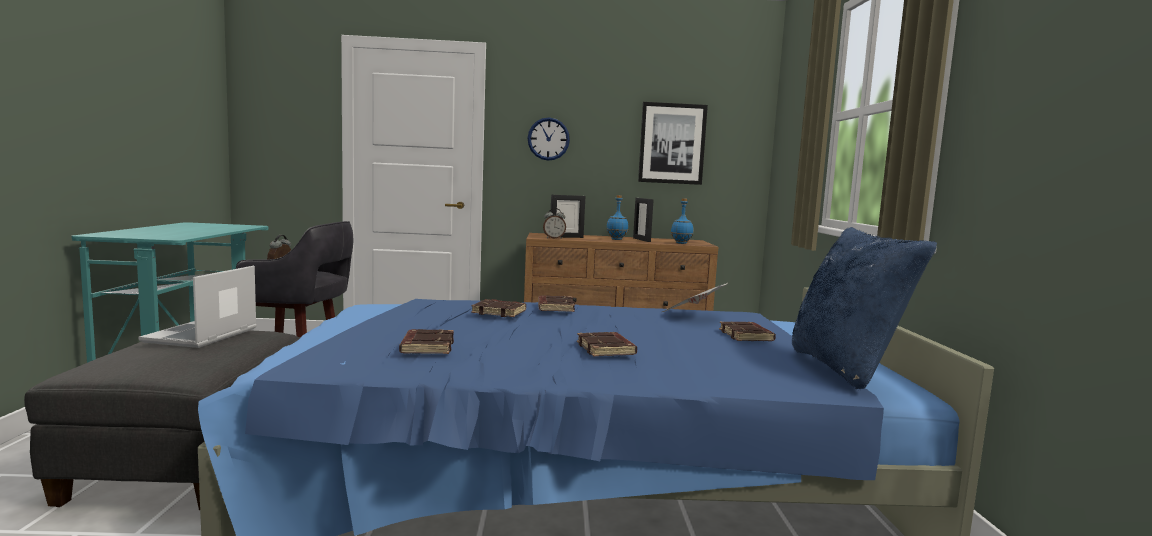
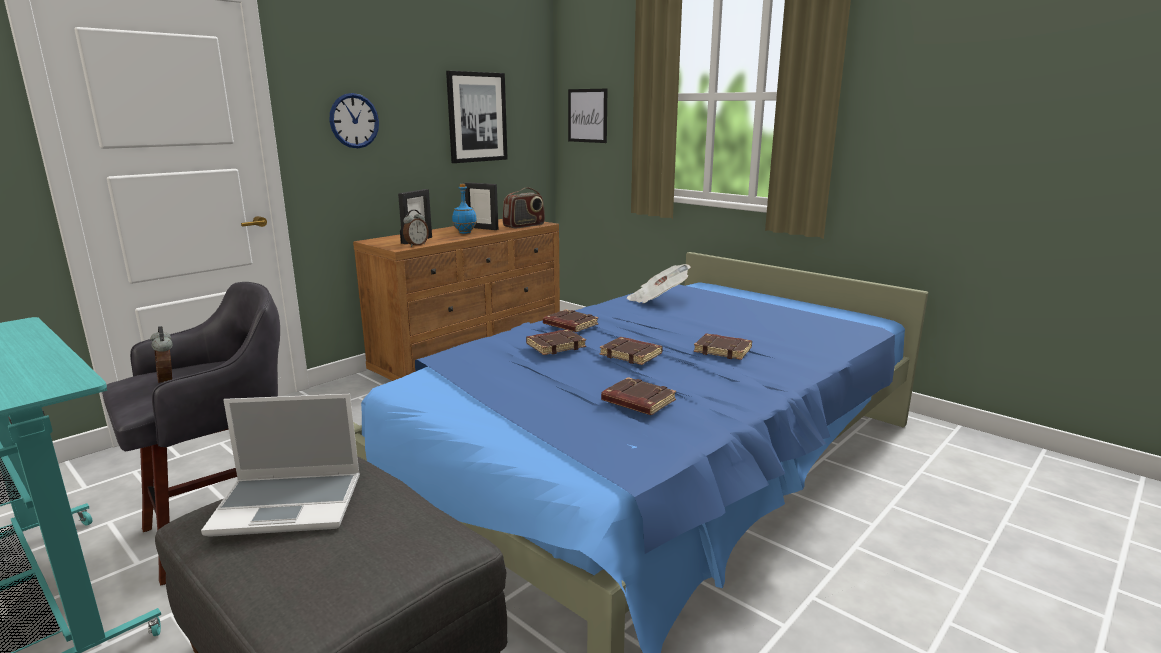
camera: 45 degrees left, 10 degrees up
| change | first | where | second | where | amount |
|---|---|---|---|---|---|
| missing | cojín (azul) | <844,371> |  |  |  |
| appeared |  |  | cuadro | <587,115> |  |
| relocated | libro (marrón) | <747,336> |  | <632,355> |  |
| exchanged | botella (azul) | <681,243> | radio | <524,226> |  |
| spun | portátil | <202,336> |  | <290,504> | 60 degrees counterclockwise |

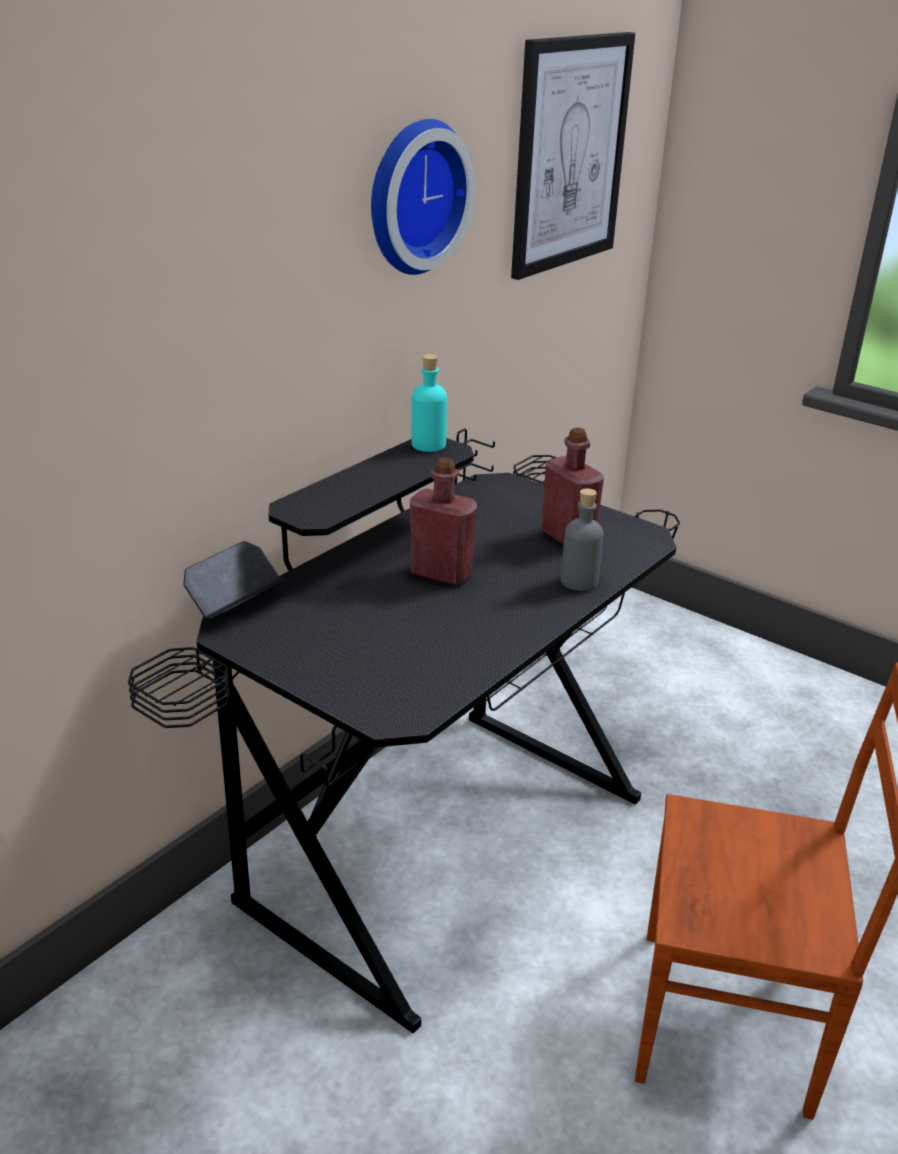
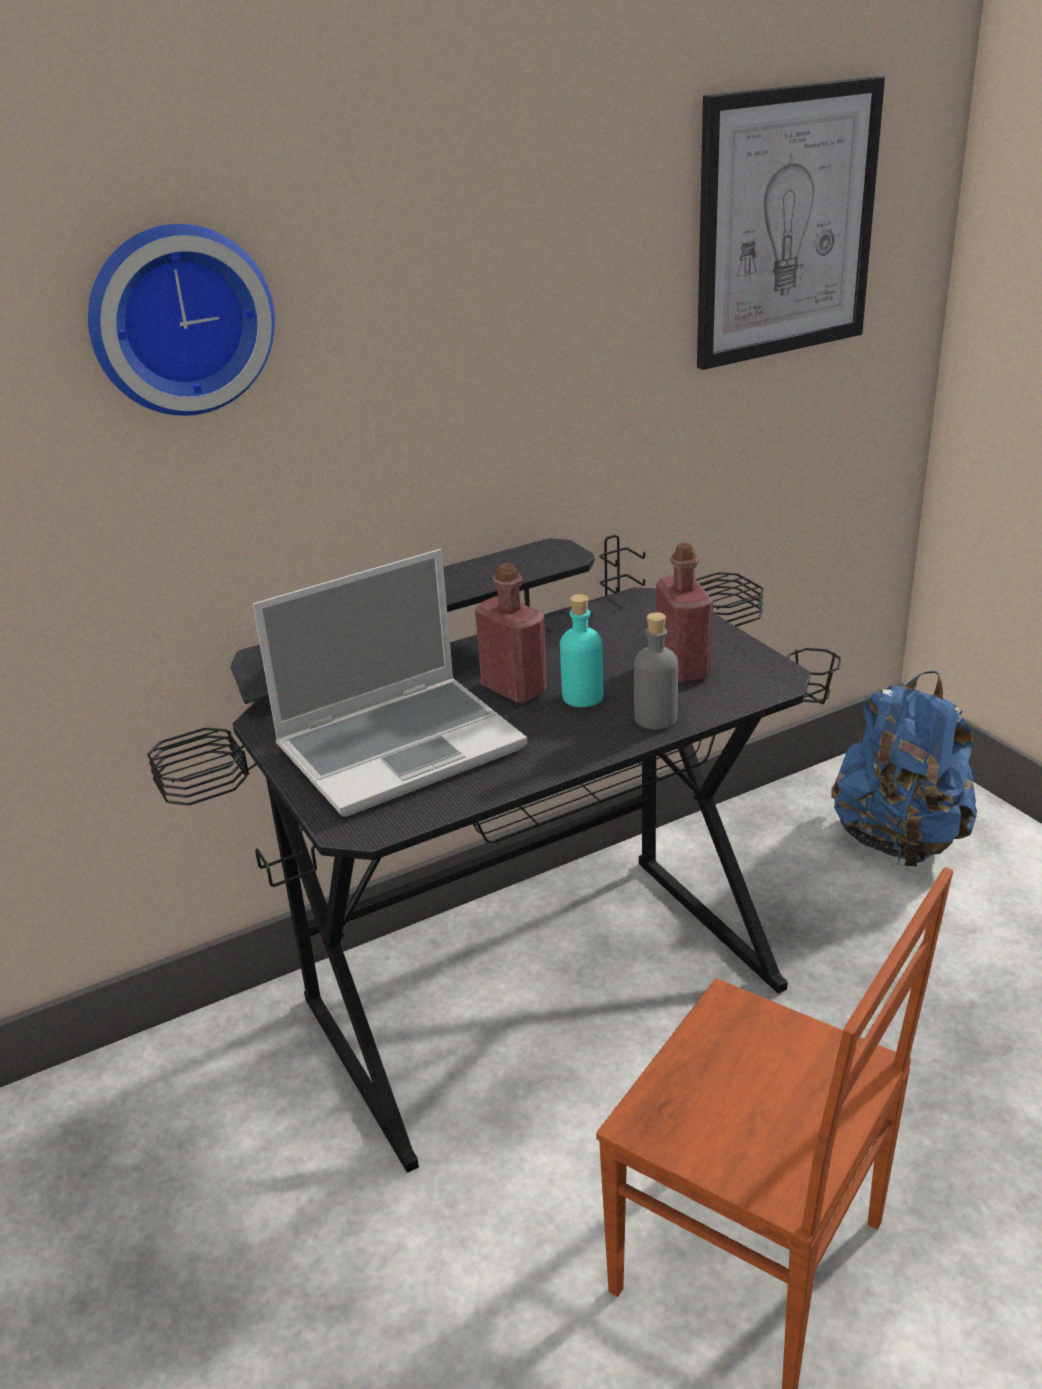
camera: 25 degrees right, 0 degrees up
| change | first | where | second | where | amount |
|---|---|---|---|---|---|
| appeared |  |  | portátil | <401,746> |  |
| appeared |  |  | mochila (azul) | <899,841> |  |
| relocated | reloj de pared | <412,196> |  | <179,319> |  |
| relocated | botella (turquesa) | <428,445> |  | <582,697> |  |

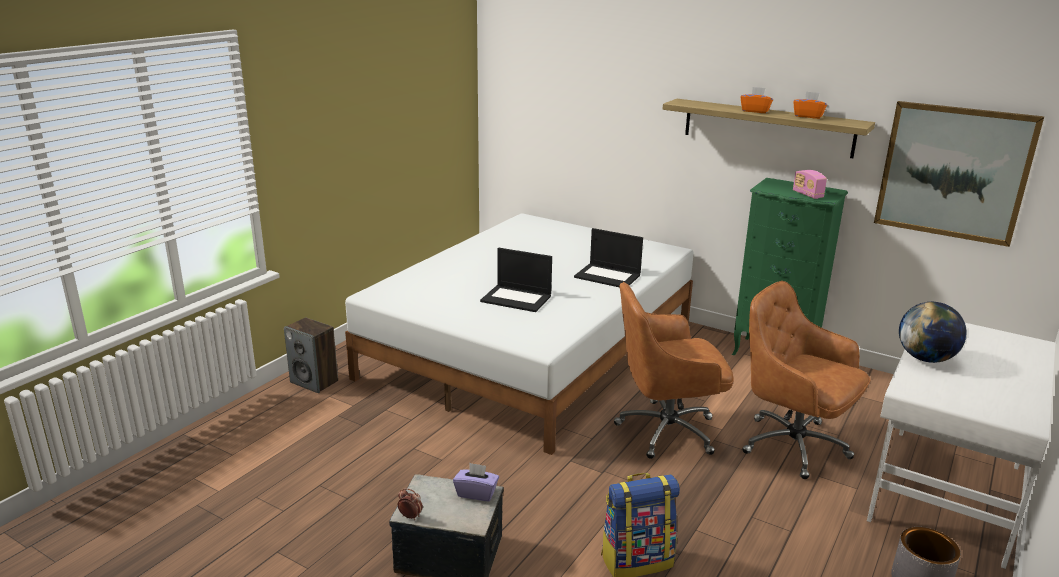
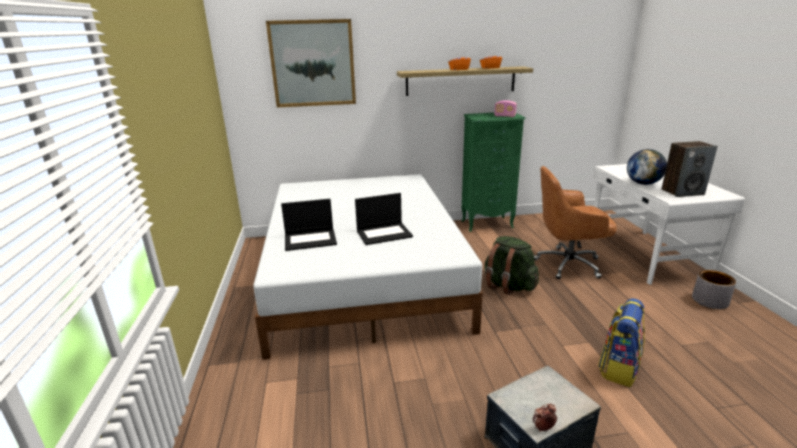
camera: 40 degrees left, 0 degrees up
| change | first | where | second | where | amount |
|---|---|---|---|---|---|
| missing | caja de pañuelos (morado) | <476,493> |  |  |  |
| relocated | altavoz | <314,382> |  | <682,192> |  |
| relocated | portátil | <608,276> |  | <311,240> |  |
| relocated | cuadro | <953,172> |  | <313,63> |  |
| exchanged | silla de oficina (marrón) | <666,430> | mochila (verde) | <508,286> |  |

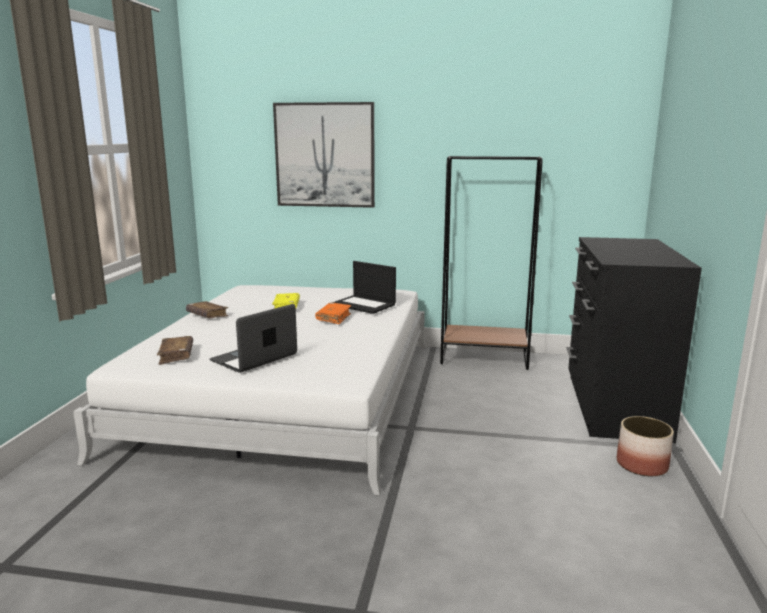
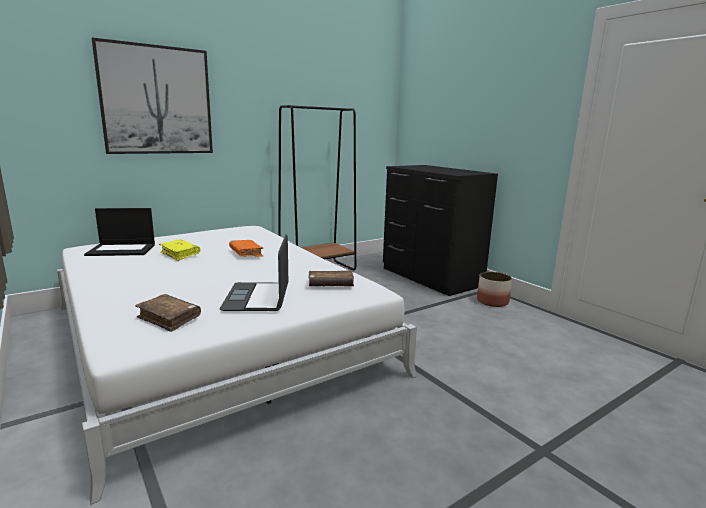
camera: 45 degrees left, 0 degrees up
| change | first | where | second | where | amount |
|---|---|---|---|---|---|
| relocated | libro (marrón) | <207,315> |  | <330,285> |  |
| relocated | portátil | <364,304> |  | <122,250> |  |

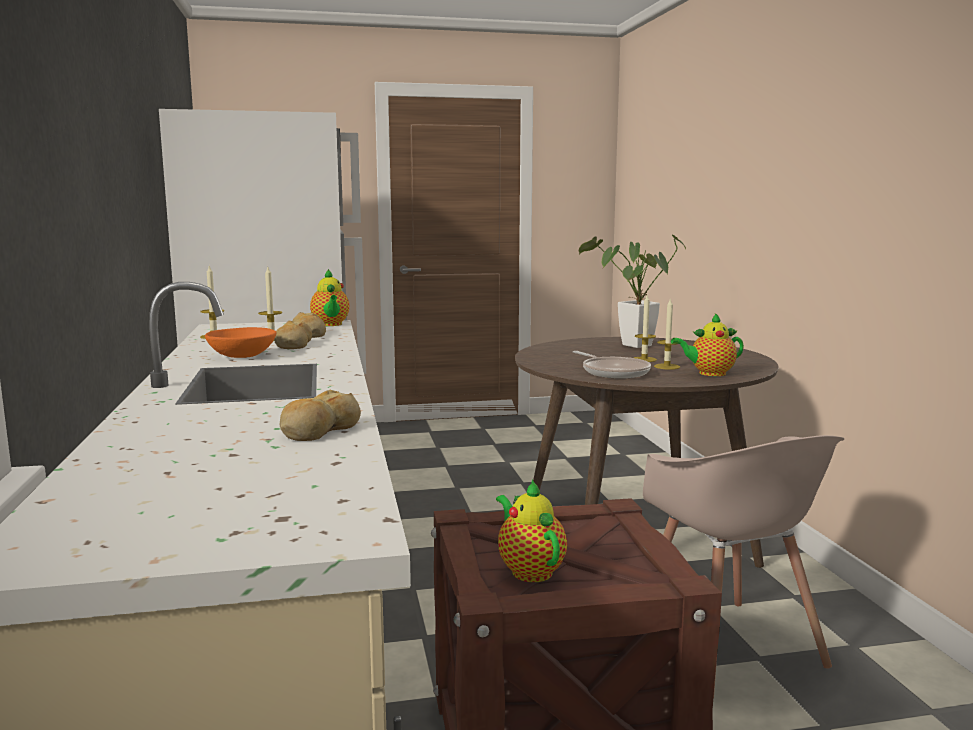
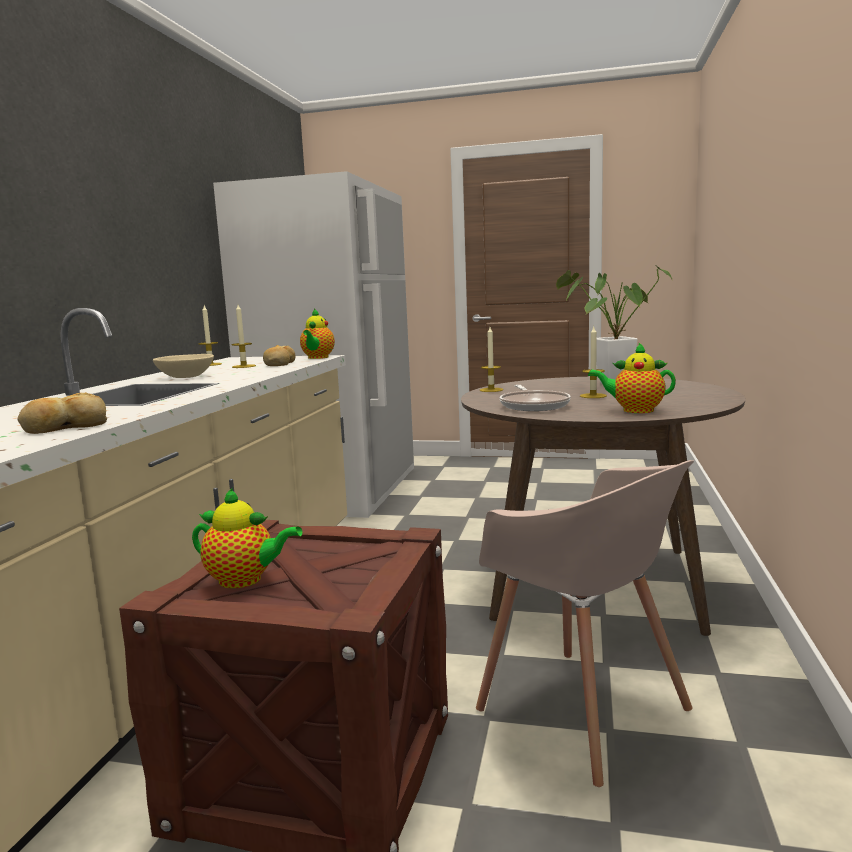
camera: 25 degrees right, 0 degrees up
| change | first | where | second | where | amount |
|---|---|---|---|---|---|
| missing | pan | <293,345> |  |  |  |
| relocated | vela | <667,366> |  | <491,390> |  |
| colour | cuenco (naranja) | <242,356> | cuenco (beis) | <185,377> |  |
| spun | tetera | <529,570> |  | <245,580> | 105 degrees clockwise |
| spun | silla (beis) | <727,648> |  | <584,712> | 45 degrees counterclockwise |

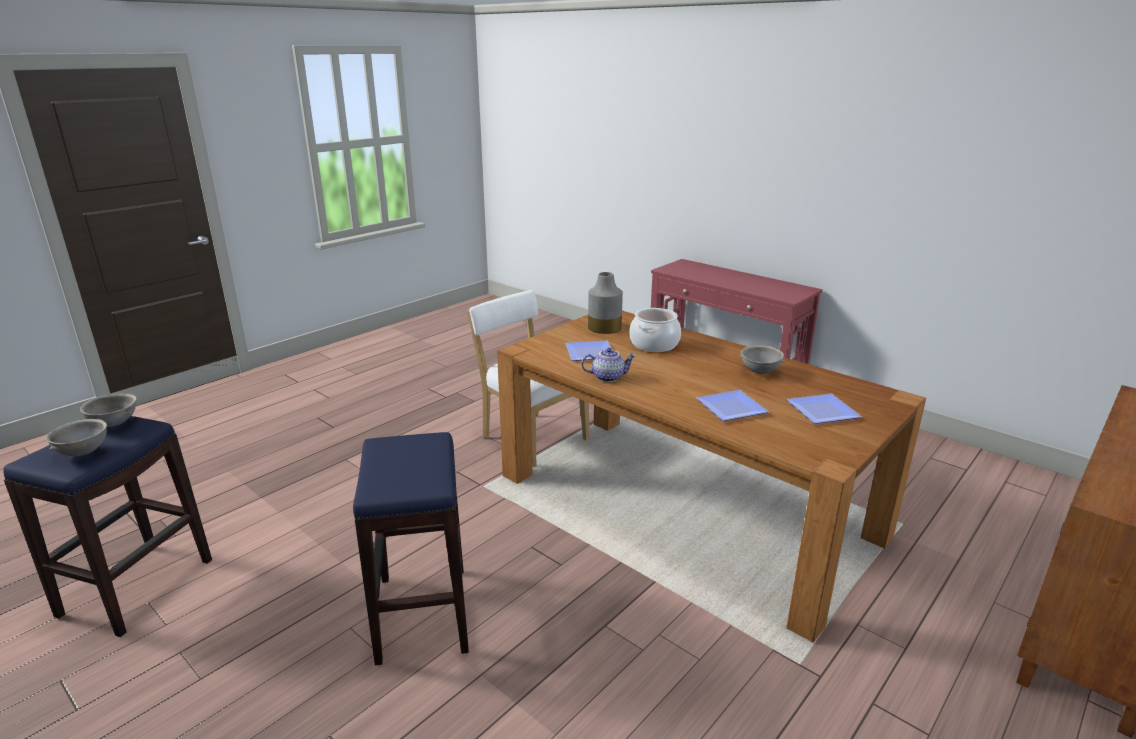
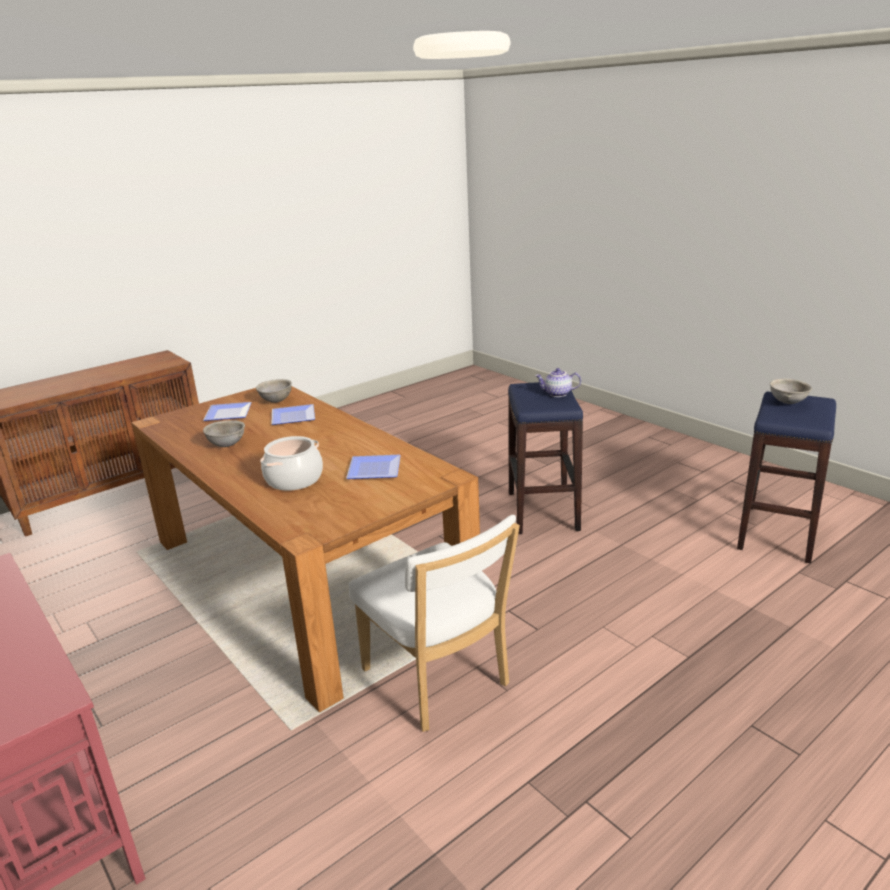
camera: 170 degrees left, 0 degrees up
| change | first | where | second | where | amount |
|---|---|---|---|---|---|
| missing | florero (gris) | <604,327> |  |  |  |
| relocated | cuenco (gris) | <115,423> |  | <276,401> |  |
| relocated | tetera | <608,377> |  | <557,394> |  |

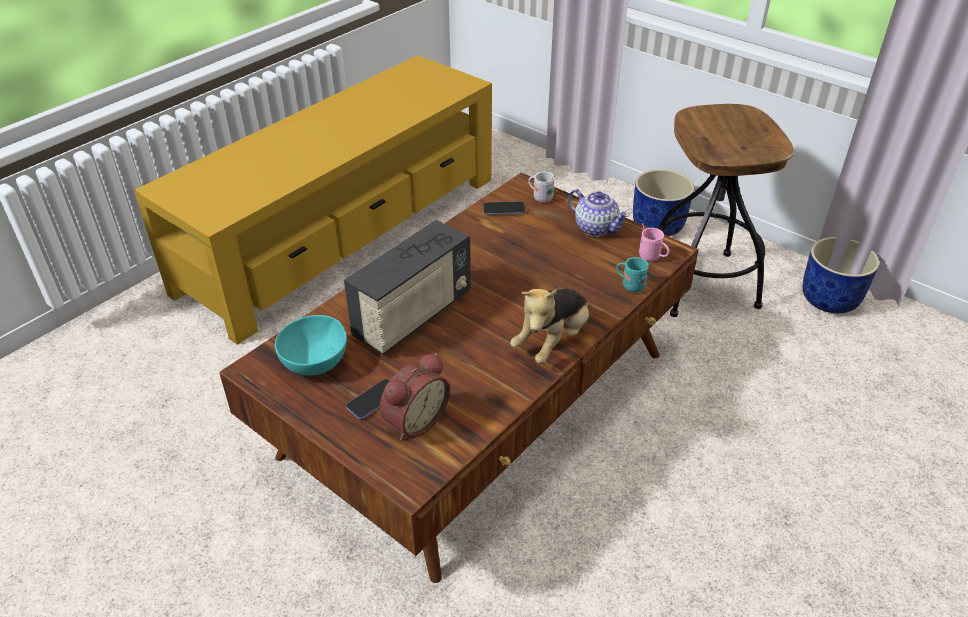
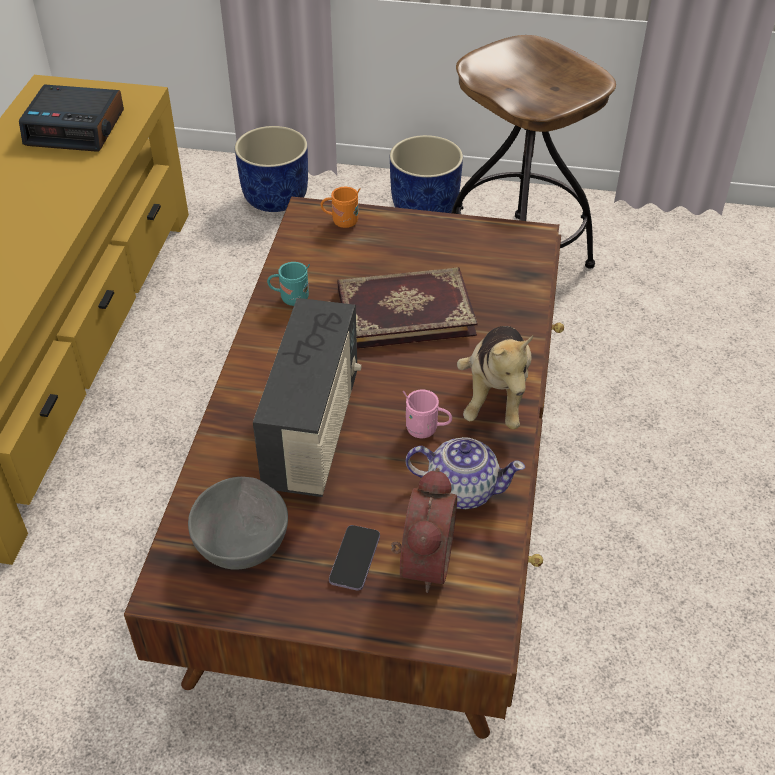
camera: 30 degrees left, 5 degrees up
| change | first | where | second | where | amount |
|---|---|---|---|---|---|
| missing | móvil | <504,209> |  |  |  |
| appeared |  |  | despertador | <76,128> |  |
| appeared |  |  | libro | <405,310> |  |
| relocated | tetera | <595,228> |  | <461,489> |  |
| relocated | taza grande (turquesa) | <630,286> |  | <290,298> |  |
| relocated | taza grande (rosa) | <652,258> |  | <426,430> |  |
| relocated | maceta (azul) | <830,299> |  | <276,197> |  |
| colour | cuenco (turquesa) | <317,362> | cuenco (gris) | <244,542> |  |
| colour | taza grande (blanco) | <540,197> | taza grande (naranja) | <341,221> |  |

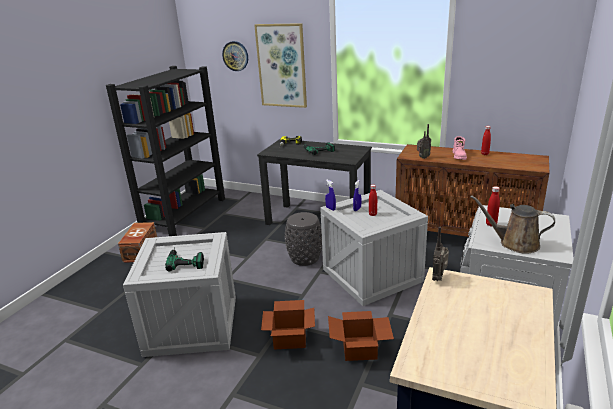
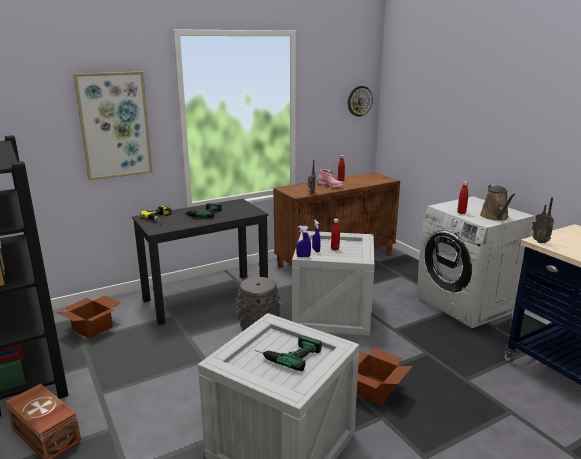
camera: 55 degrees left, 5 degrees down
| change | first | where | second | where | amount |
|---|---|---|---|---|---|
| relocated | reloj de pared | <235,56> |  | <359,101> |  |
| relocated | caja de cartón | <360,349> |  | <93,328> |  |
| spun | regadera (marrón) | <515,243> |  | <495,217> | 60 degrees counterclockwise |

